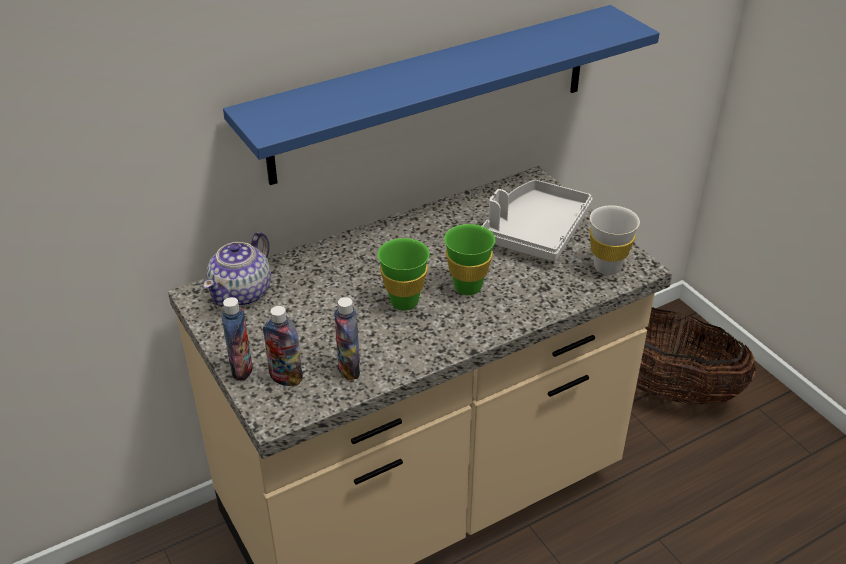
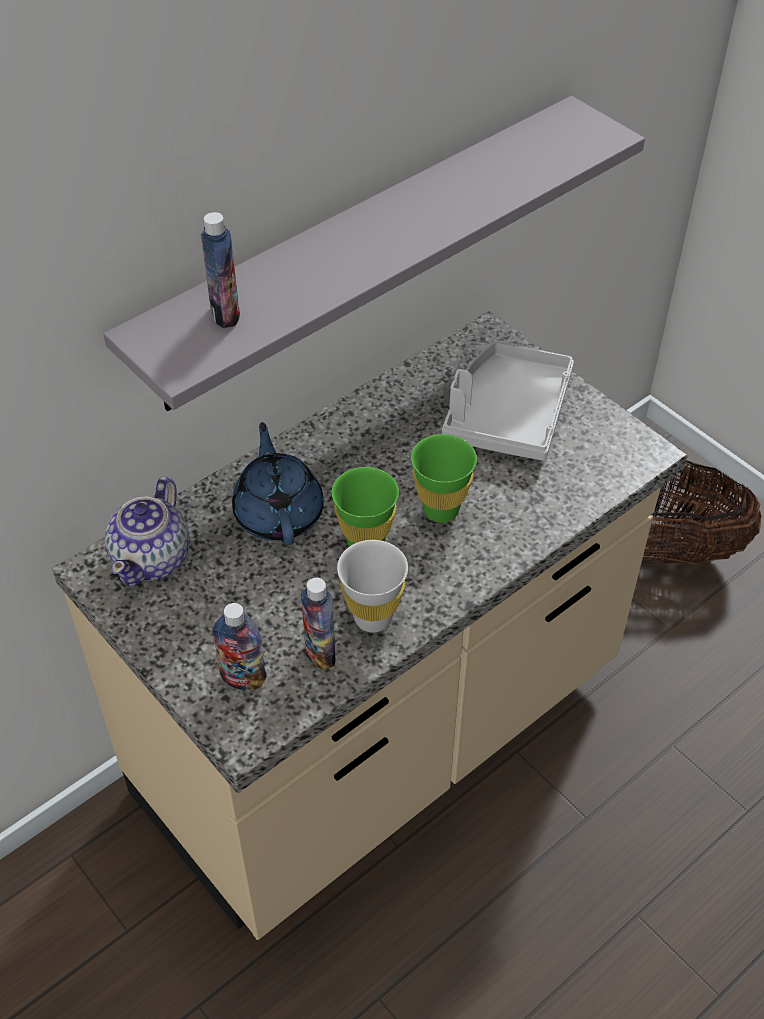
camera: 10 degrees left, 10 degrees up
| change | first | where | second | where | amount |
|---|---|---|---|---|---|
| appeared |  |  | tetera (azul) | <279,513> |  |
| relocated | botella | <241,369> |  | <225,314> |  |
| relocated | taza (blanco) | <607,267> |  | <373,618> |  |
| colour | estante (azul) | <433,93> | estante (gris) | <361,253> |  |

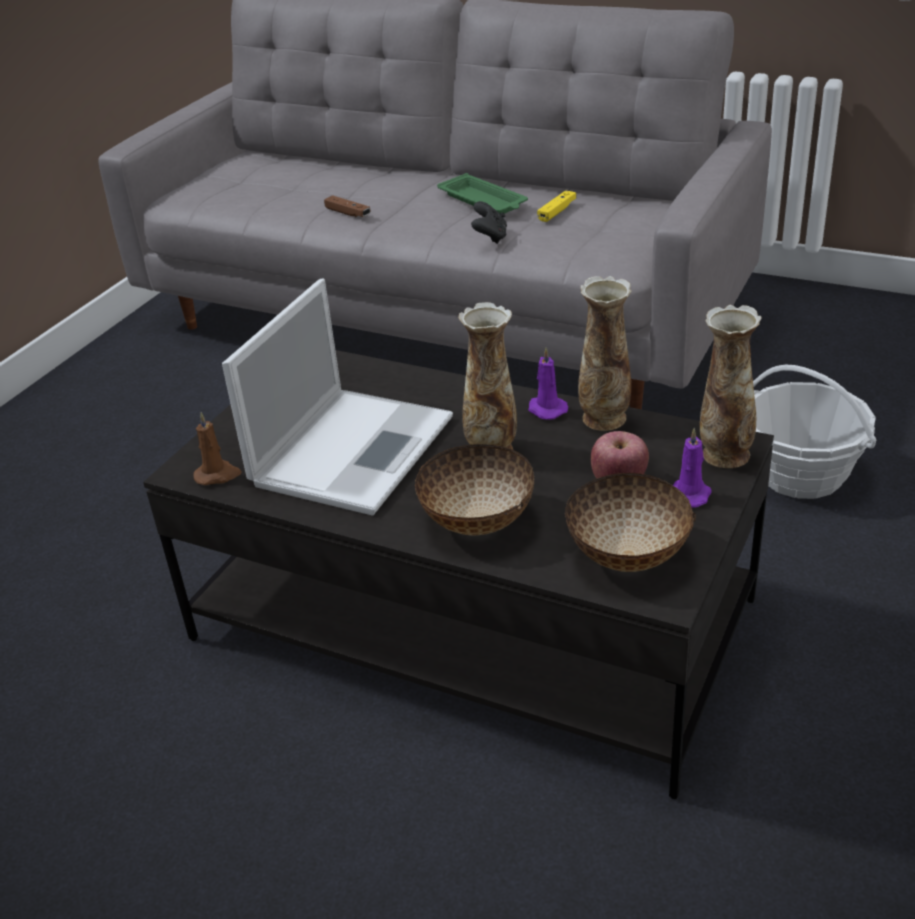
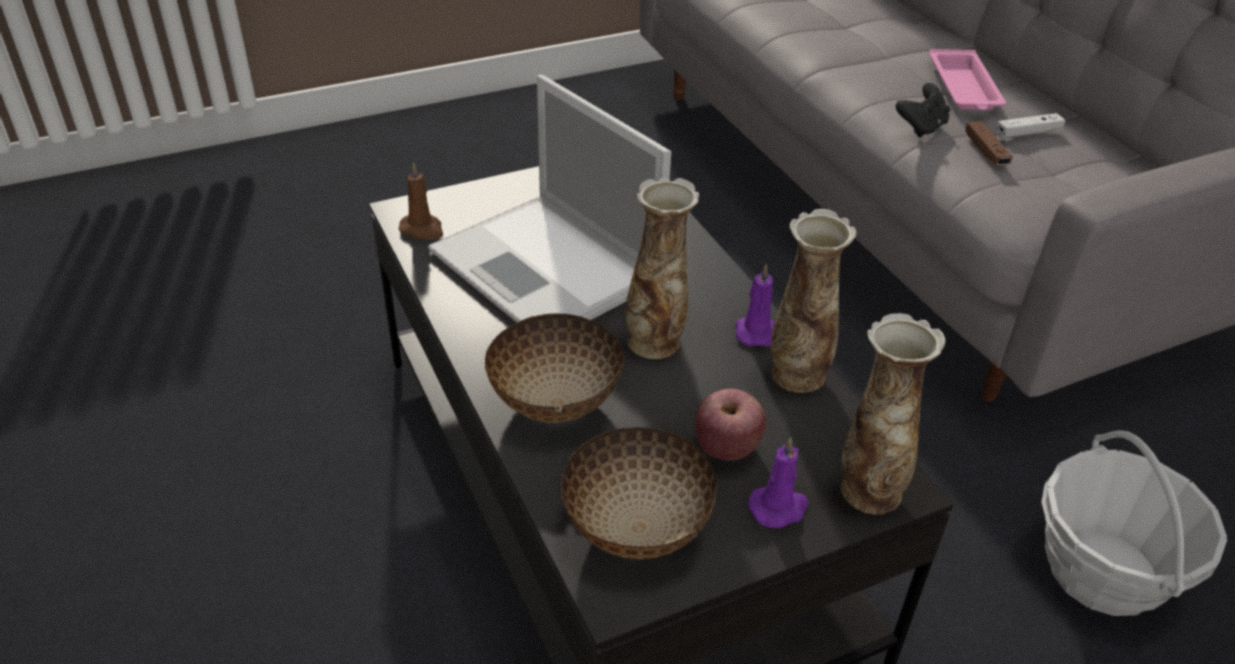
camera: 35 degrees right, 5 degrees up
| change | first | where | second | where | amount |
|---|---|---|---|---|---|
| relocated | mando de consola (marrón) | <348,213> |  | <985,151> |  |
| colour | bandeja (verde) | <483,201> | bandeja (rosa) | <964,88> |  |
| colour | mando de consola (amarillo) | <557,212> | mando de consola (blanco) | <1028,133> |  |
| spun | portátil | <354,448> |  | <548,269> | 75 degrees clockwise |

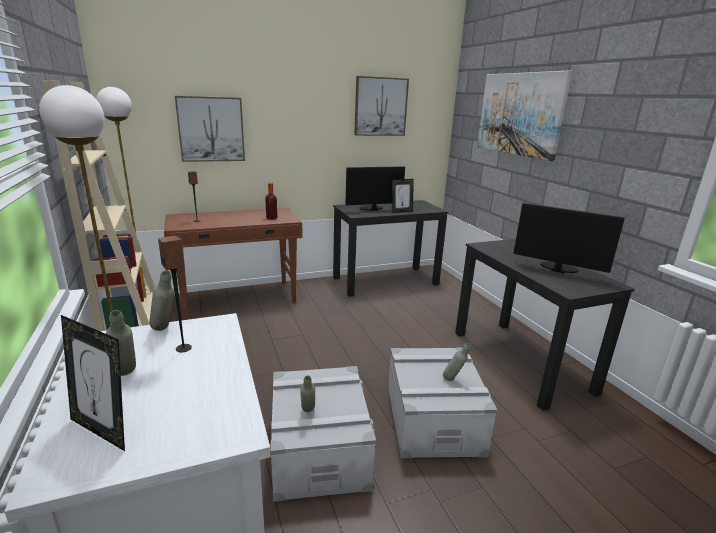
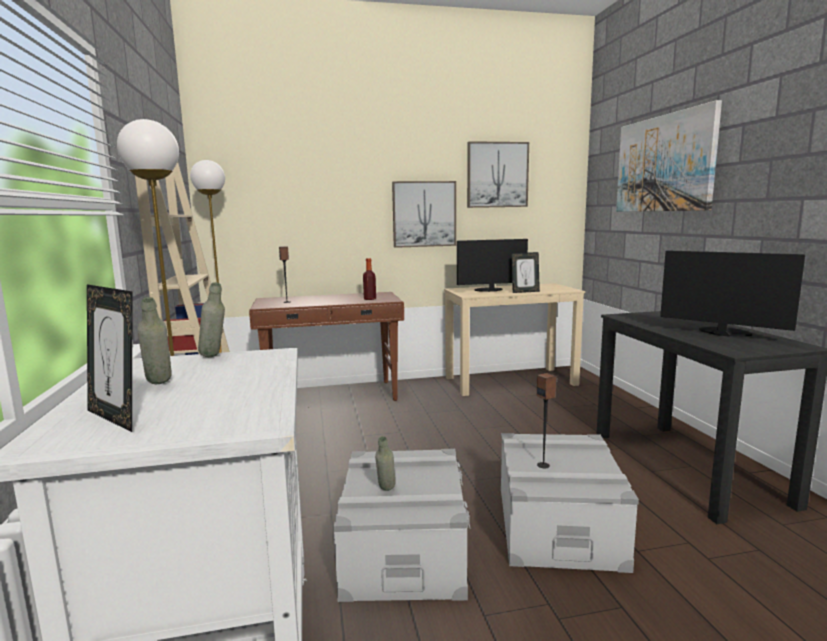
camera: 10 degrees right, 10 degrees down
| change | first | where | second | where | amount |
|---|---|---|---|---|---|
| missing | botella (gris) | <453,380> |  |  |  |
| relocated | altavoz | <184,348> |  | <543,465> |  |
| relocated | cuadro | <211,129> |  | <424,214> |  |
| colour | escritorio (negro) | <386,281> | escritorio (beis) | <510,381> |  |

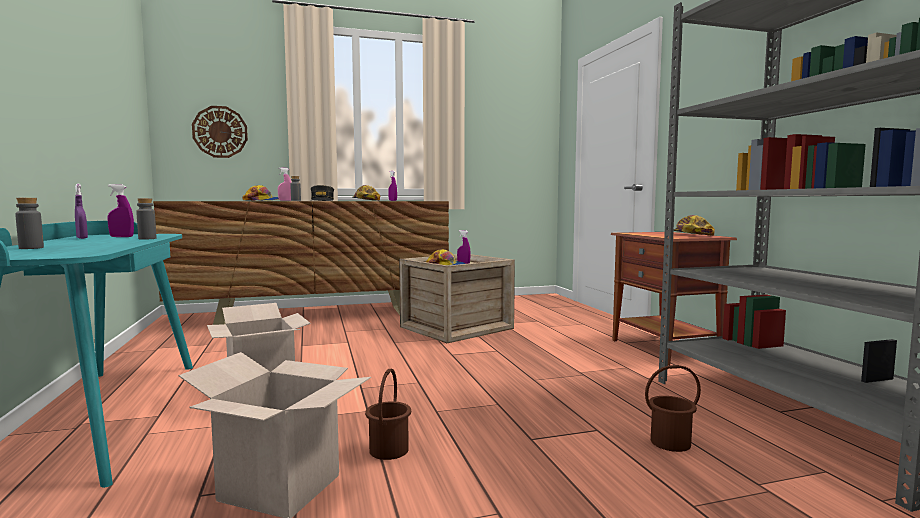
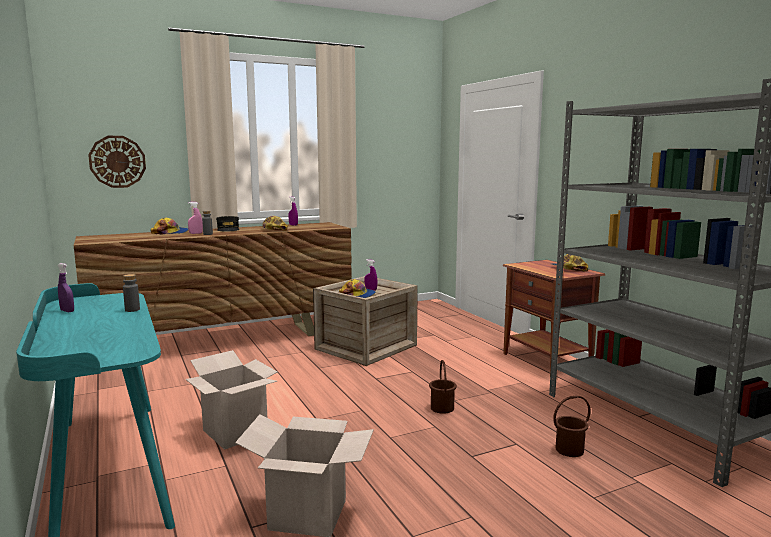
camera: 10 degrees left, 5 degrees up
| change | first | where | second | where | amount |
|---|---|---|---|---|---|
| missing | botella (gris) | <31,248> |  |  |  |
| missing | pulverizador (morado) | <121,237> |  |  |  |
| relocated | cubo (marrón) | <388,450> |  | <441,408> |  |

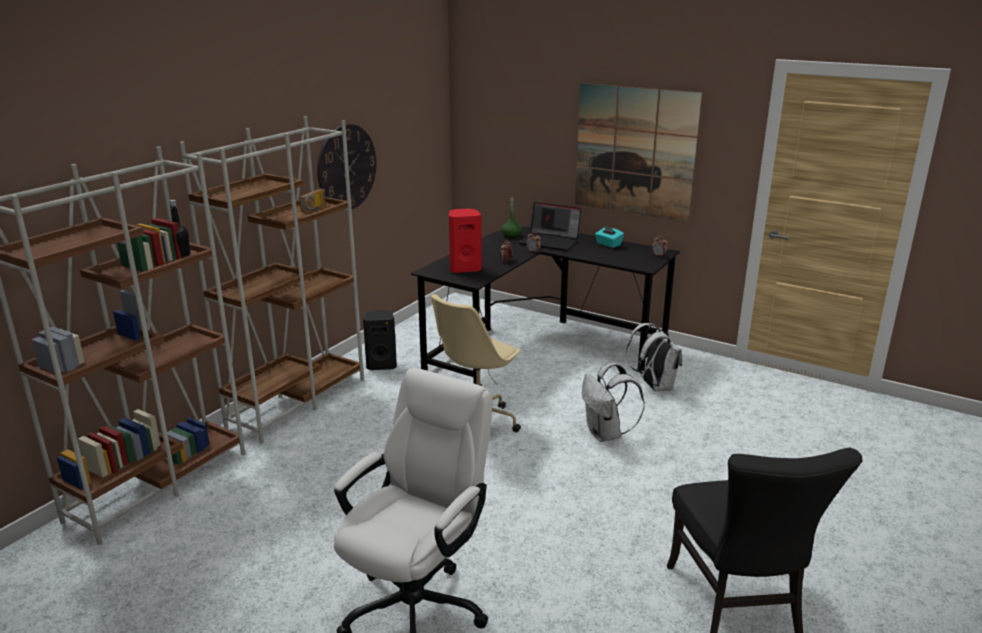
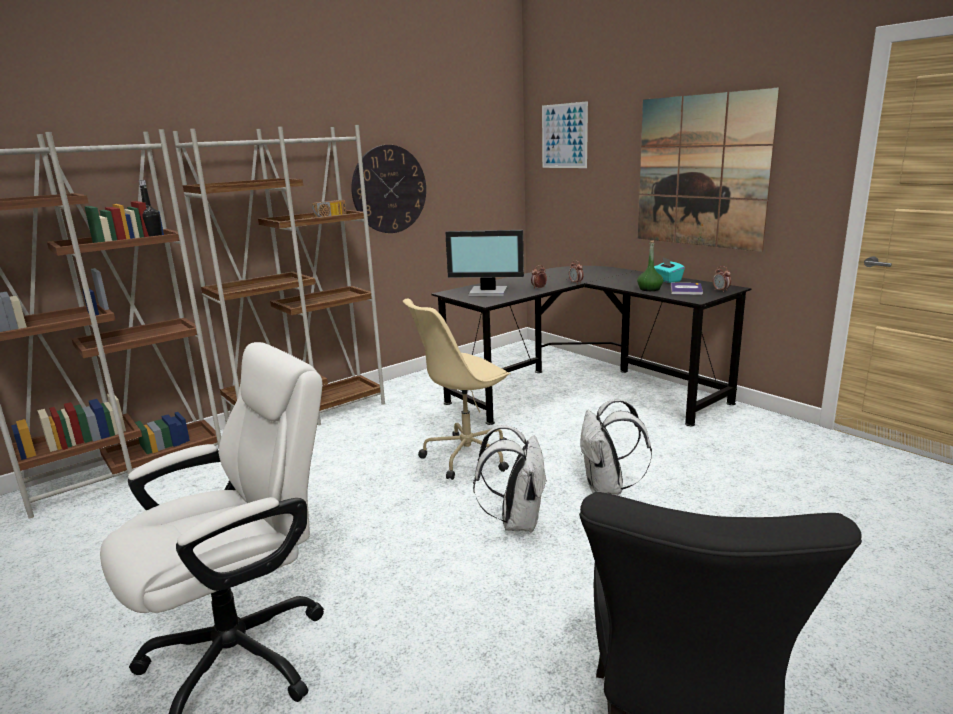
camera: 20 degrees right, 5 degrees down
| change | first | where | second | where | amount |
|---|---|---|---|---|---|
| missing | altavoz (negro) | <382,365> |  |  |  |
| missing | portátil | <550,241> |  |  |  |
| appeared |  |  | cuadro | <564,136> |  |
| appeared |  |  | libro | <686,289> |  |
| relocated | botella (verde) | <511,236> |  | <649,289> |  |
| relocated | mochila (blanco) | <654,386> |  | <516,521> |  |
| exchanged | altavoz (rojo) | <464,268> | monitor | <488,292> |  |

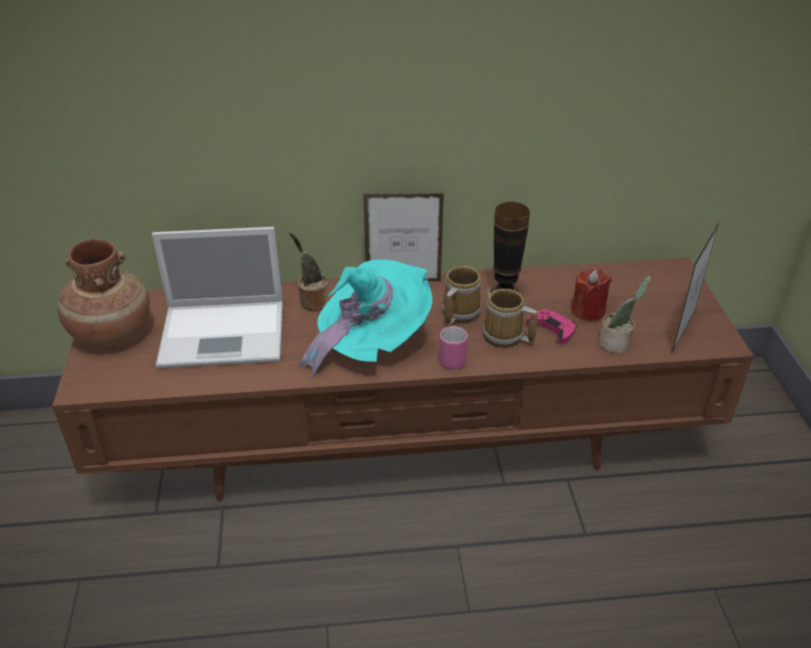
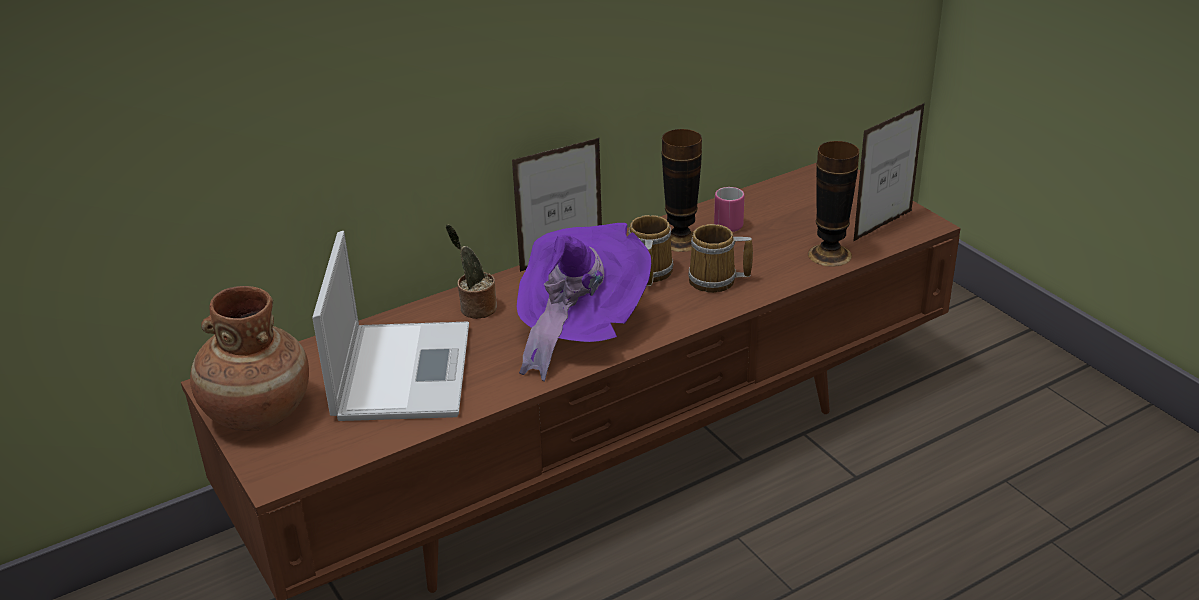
camera: 25 degrees left, 5 degrees down
| change | first | where | second | where | amount |
|---|---|---|---|---|---|
| missing | mando de consola (rosa) | <552,328> |  |  |  |
| missing | vela (rojo) | <588,311> |  |  |  |
| relocated | taza grande (rosa) | <452,358> |  | <726,223> |  |
| exchanged | planta en maceta | <616,344> | florero | <829,254> |  |
| colour | sombrero (turquesa) | <370,342> | sombrero (morado) | <578,328> |  |
| spun | portátil | <225,333> |  | <402,370> | 60 degrees counterclockwise |
| spun | portarretratos | <683,332> |  | <883,226> | 135 degrees counterclockwise |

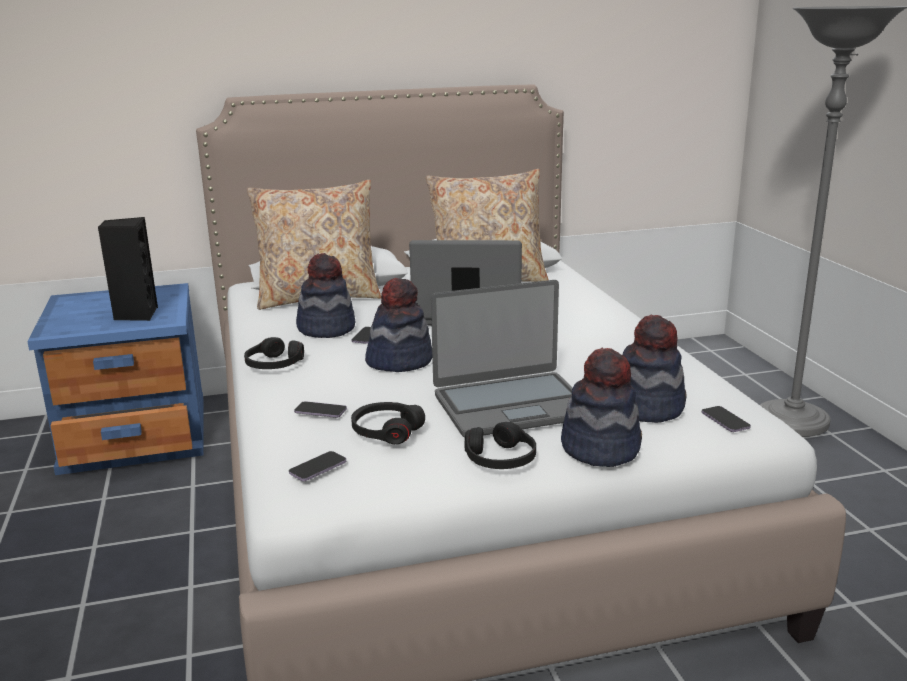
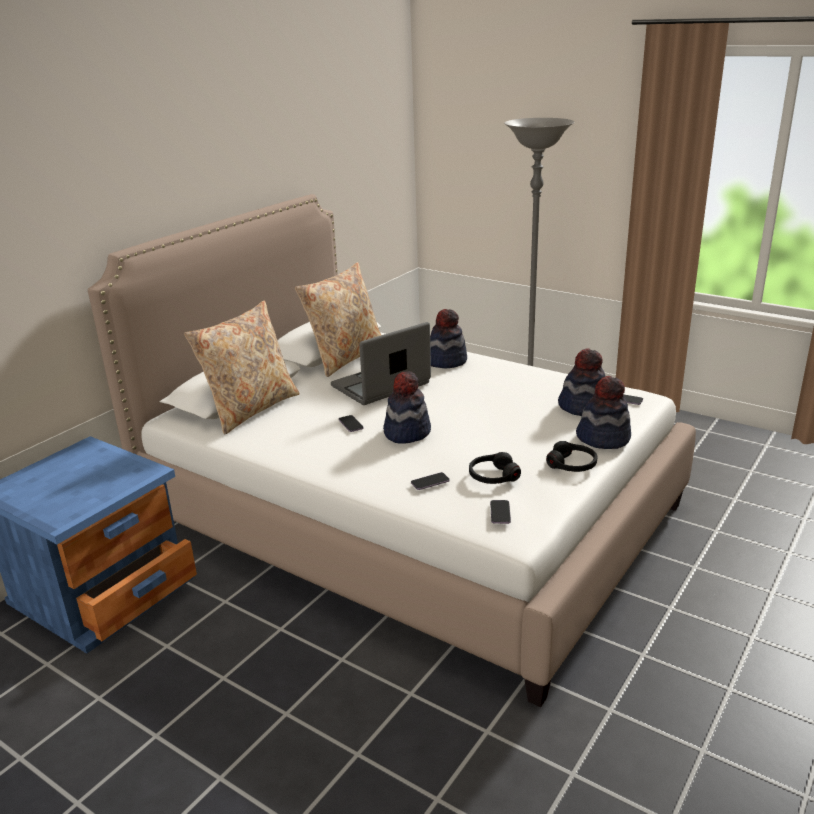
camera: 40 degrees left, 5 degrees up
| change | first | where | second | where | amount |
|---|---|---|---|---|---|
| missing | altavoz (negro) | <136,314> |  |  |  |
| missing | auriculares (negro) | <274,364> |  |  |  |
| missing | portátil | <511,405> |  |  |  |
| relocated | sombrero | <326,328> |  | <446,361> |  |

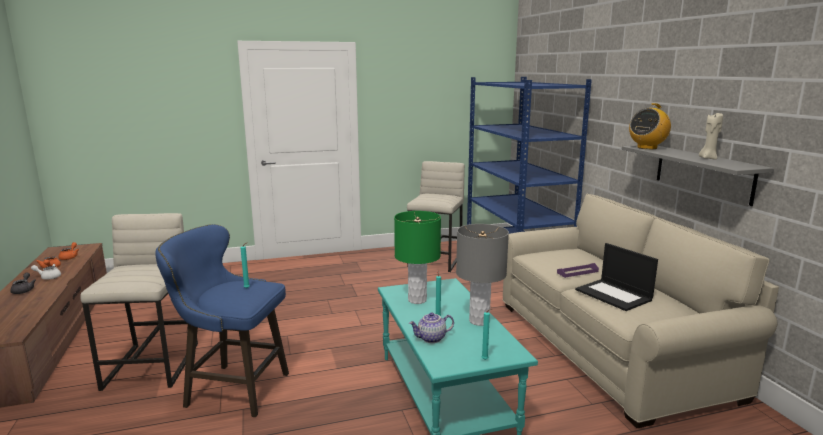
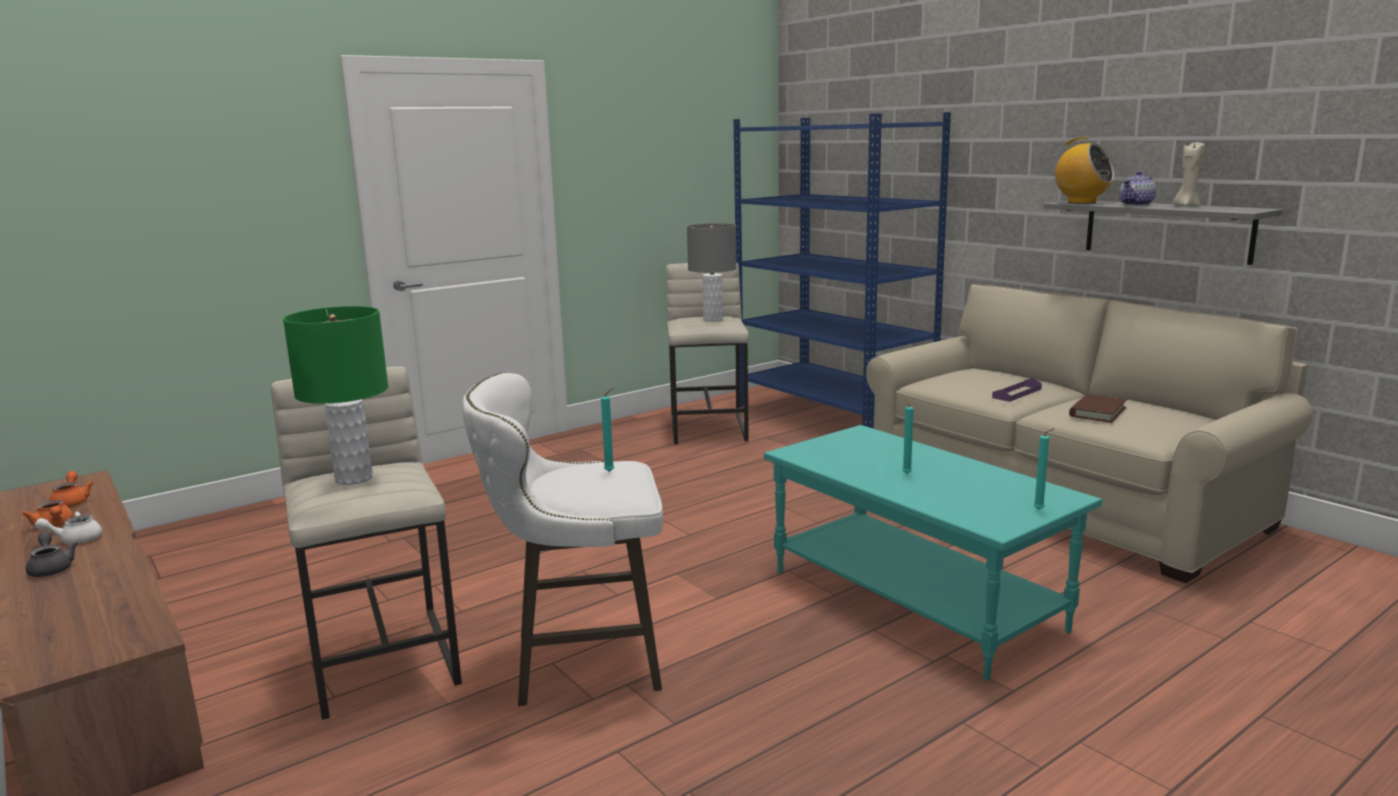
camera: 20 degrees left, 0 degrees up
| change | first | where | second | where | amount |
|---|---|---|---|---|---|
| relocated | lámpara de mesa (verde) | <417,300> |  | <354,478> |  |
| relocated | tetera | <431,339> |  | <1136,205> |  |
| relocated | lámpara de mesa (gris) | <479,321> |  | <712,319> |  |
| exchanged | portátil | <614,295> | libro (marrón) | <1097,412> |  |
| colour | taburete (azul) | <233,389> | taburete (blanco) | <577,661> |  |
| spun | radio | <647,148> |  | <1081,202> | 75 degrees counterclockwise |

